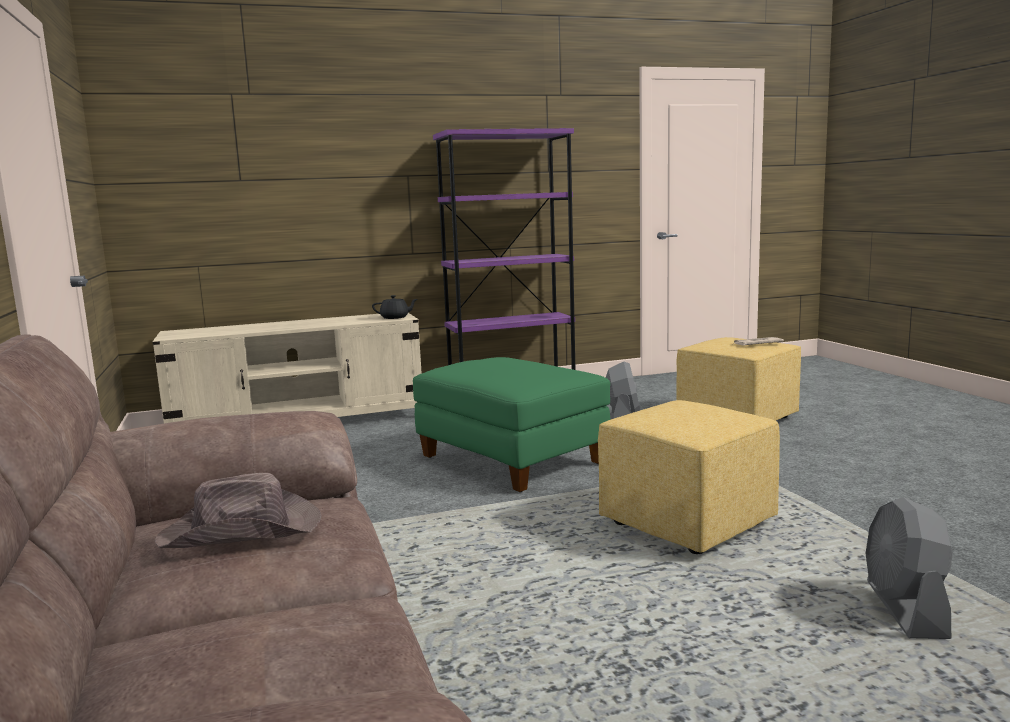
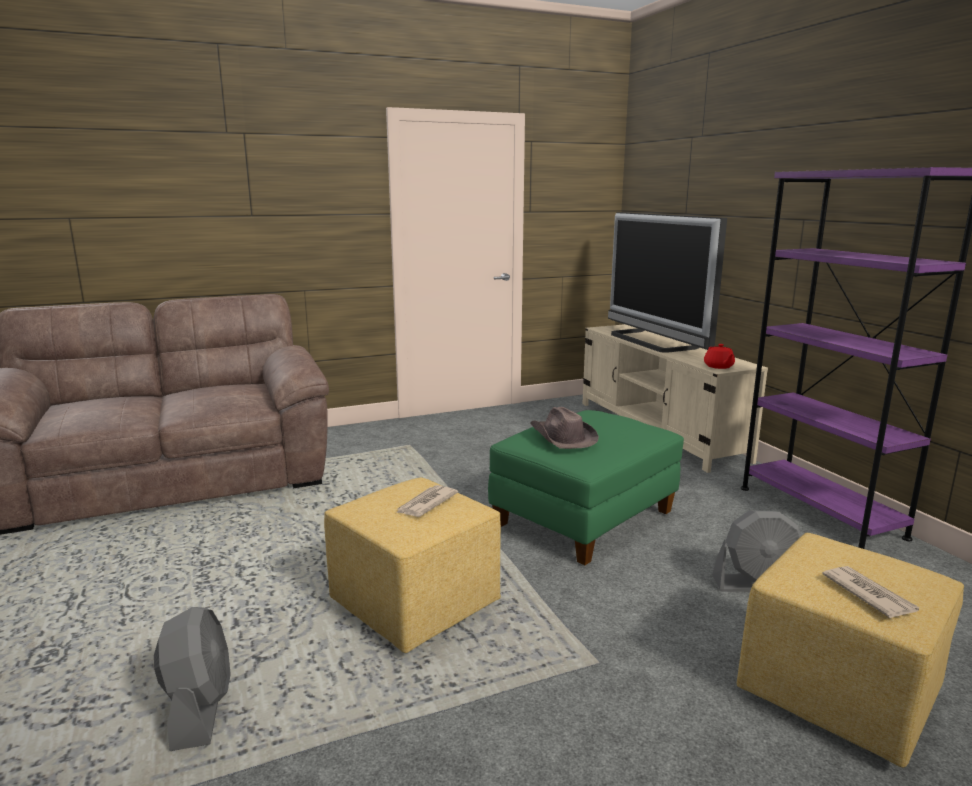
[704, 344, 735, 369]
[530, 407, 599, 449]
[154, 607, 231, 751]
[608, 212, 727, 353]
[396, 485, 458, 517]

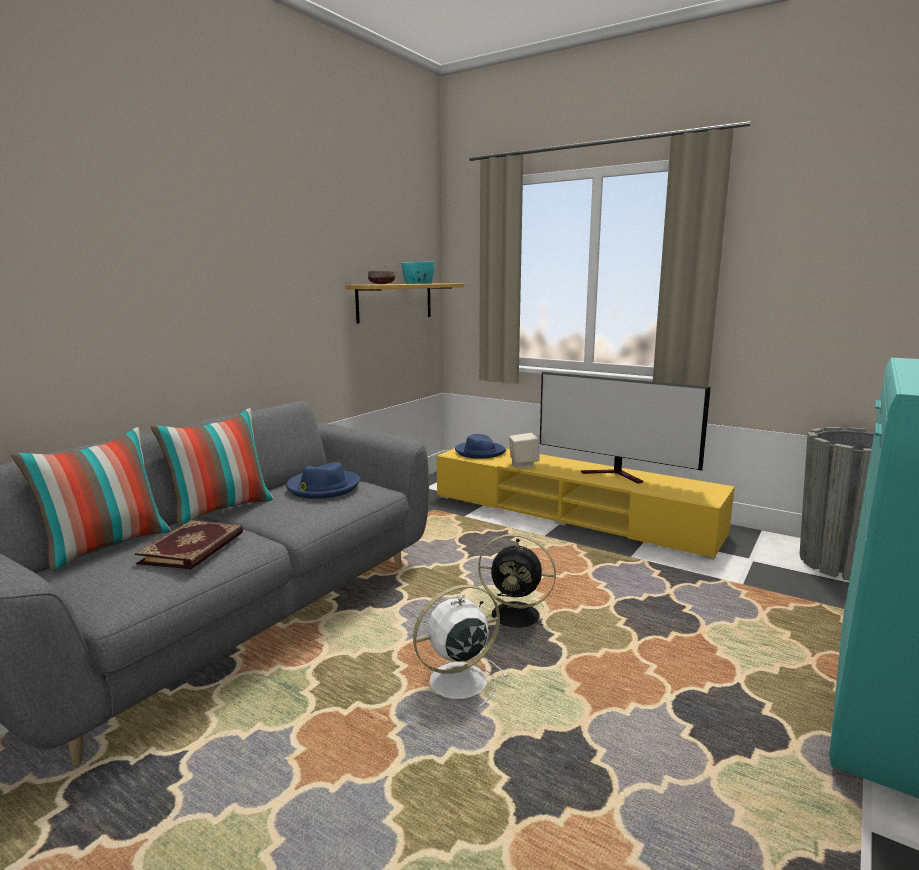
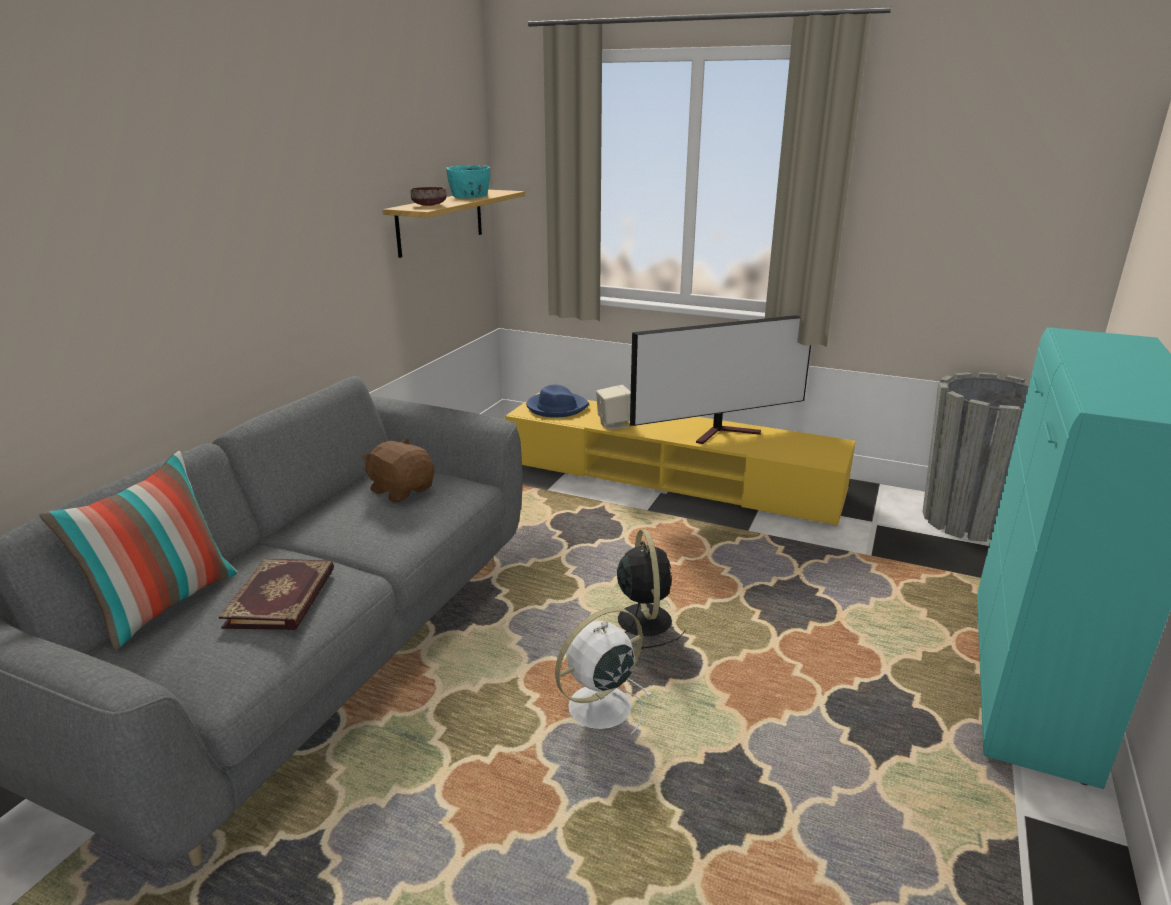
[630, 315, 811, 444]
[151, 408, 274, 527] (first image)
[361, 439, 434, 503]
[617, 530, 686, 650]

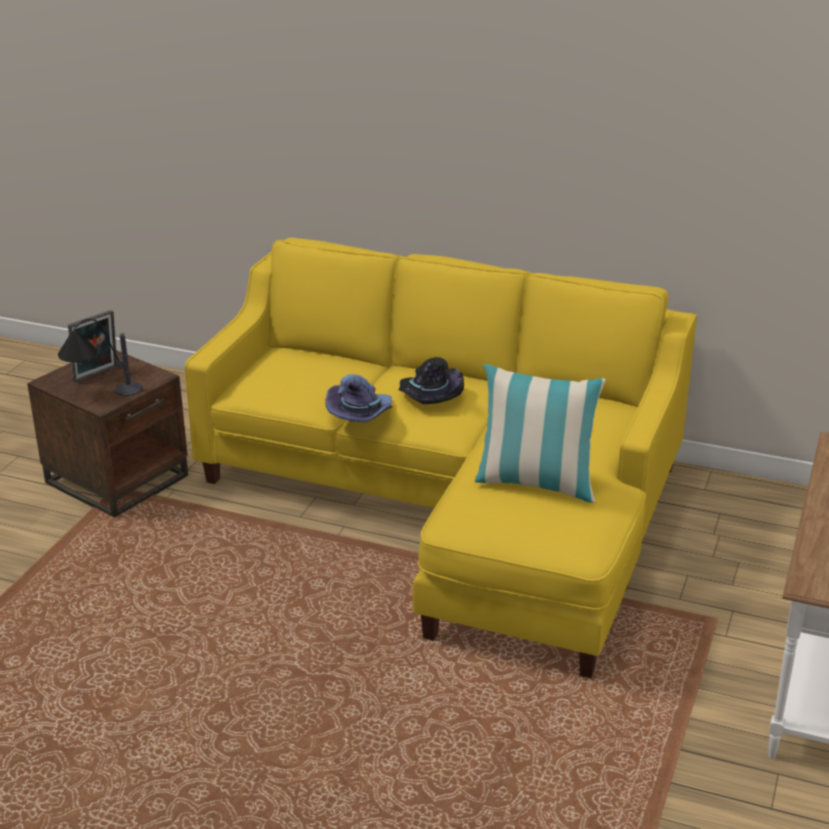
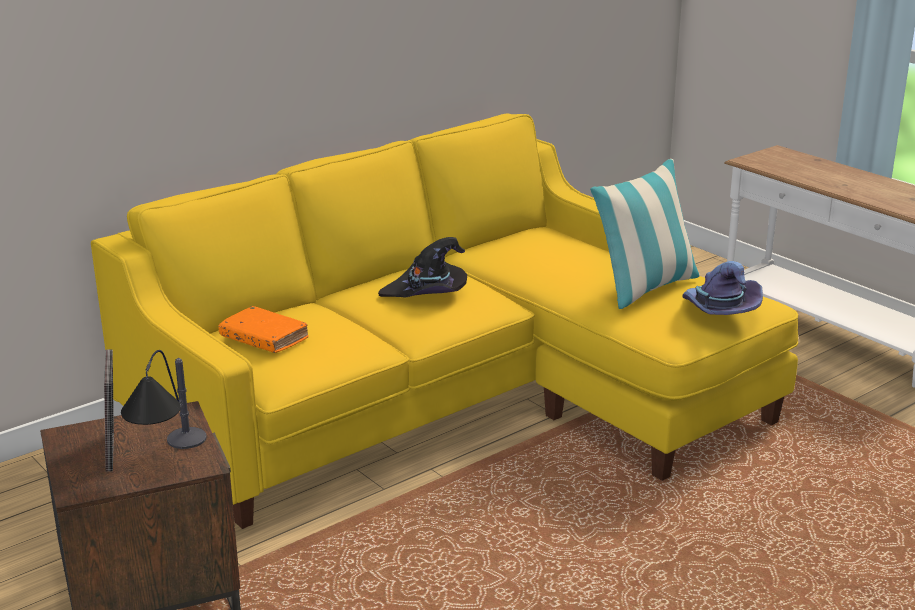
[682, 261, 763, 315]
[218, 306, 309, 353]

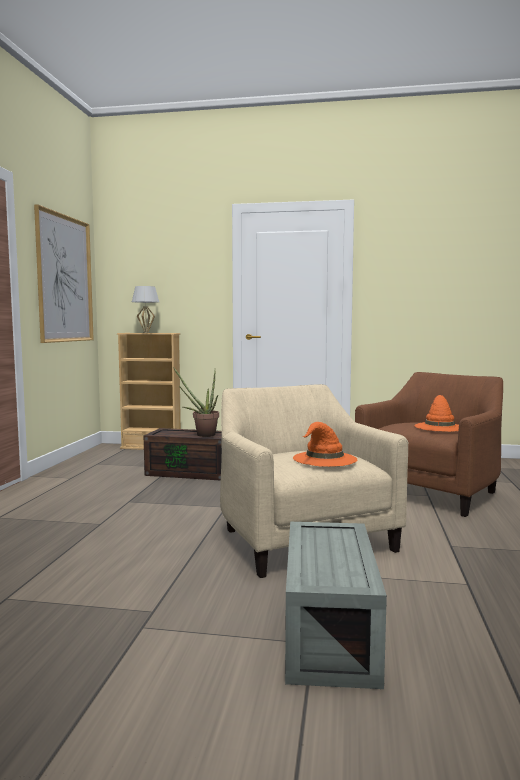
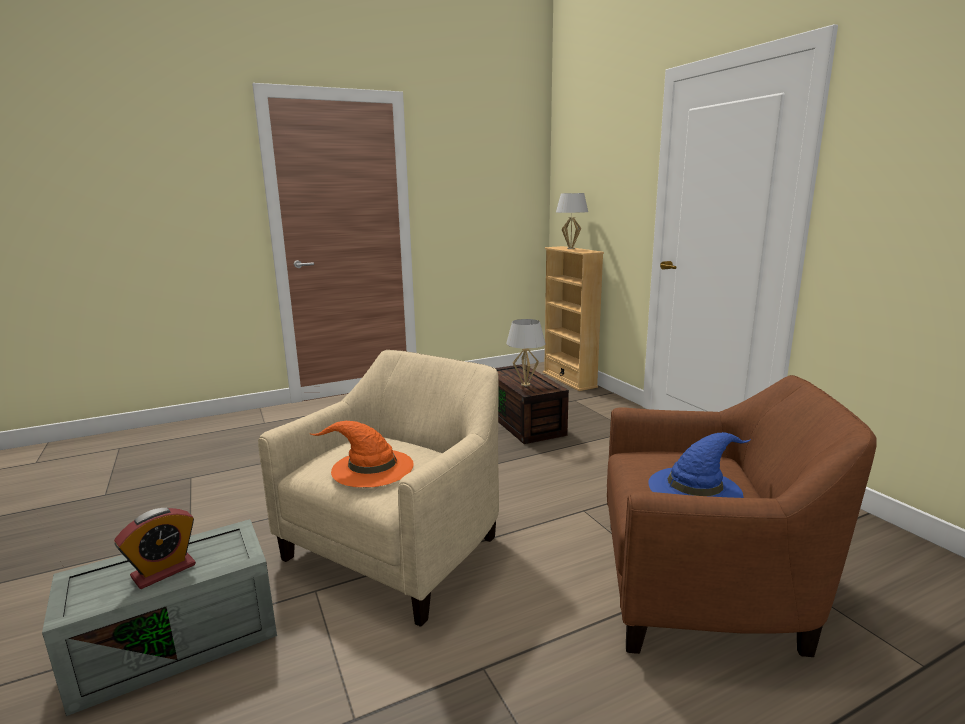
[34, 204, 94, 343] (first image)
[506, 319, 546, 386]
[648, 432, 751, 498]
[114, 508, 196, 589]

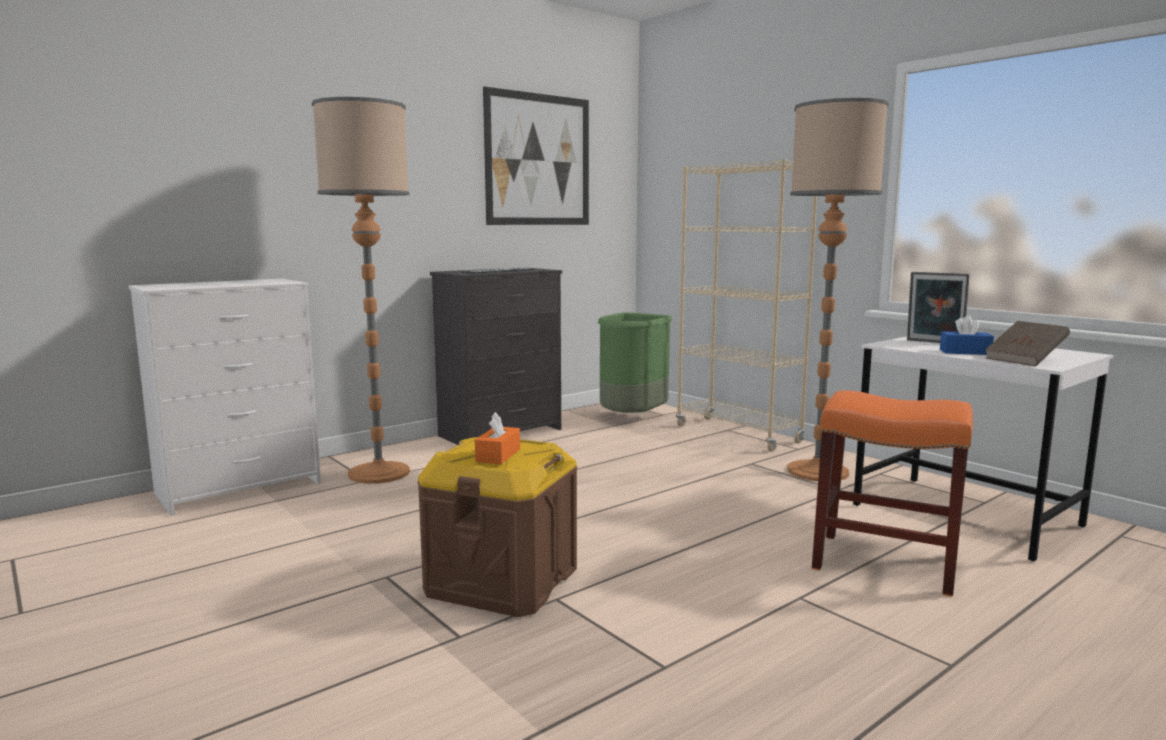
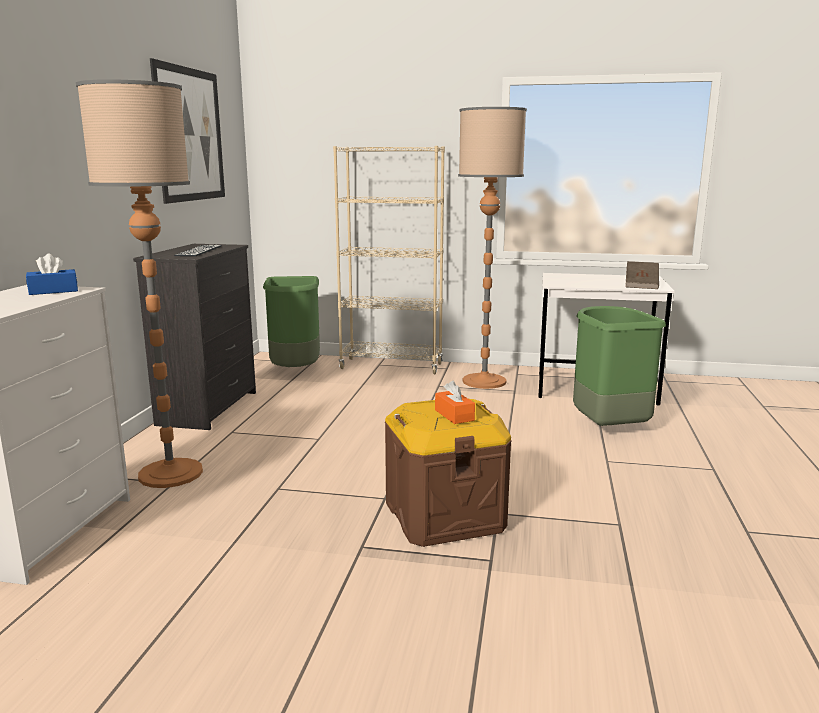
[907, 272, 970, 343] (first image)
[26, 254, 78, 295]
[573, 306, 666, 426]

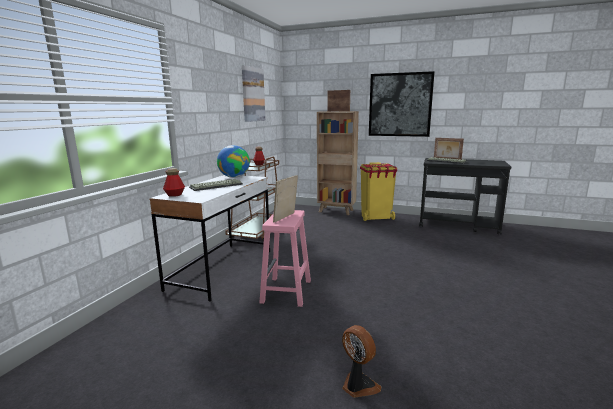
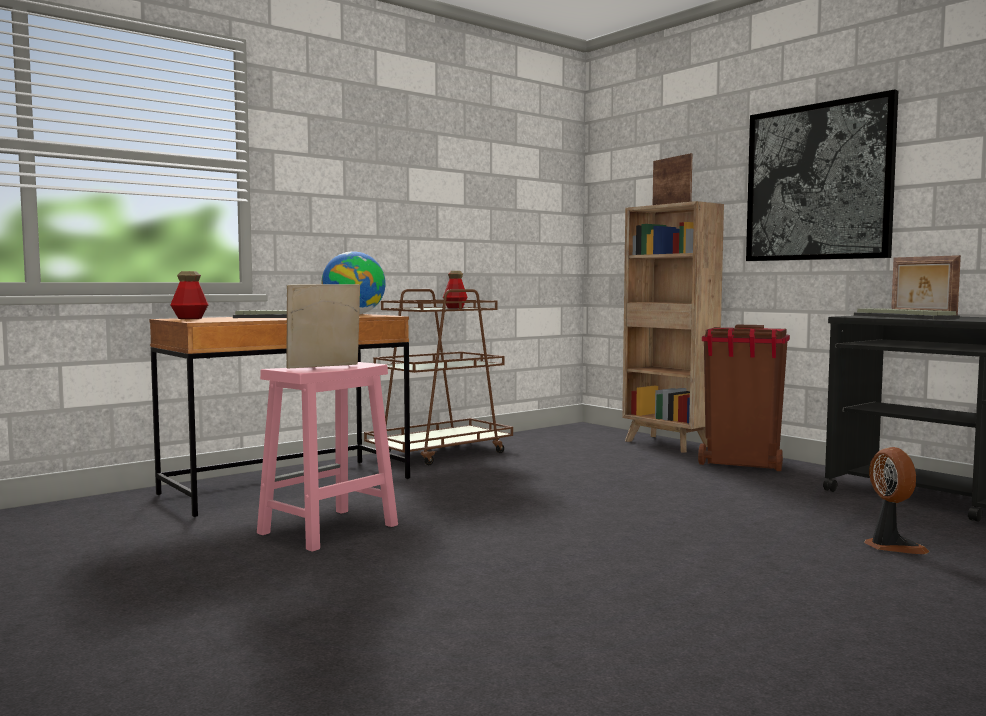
[242, 65, 265, 122] (first image)
[698, 324, 790, 471]
[149, 314, 410, 517]
[864, 447, 929, 554]

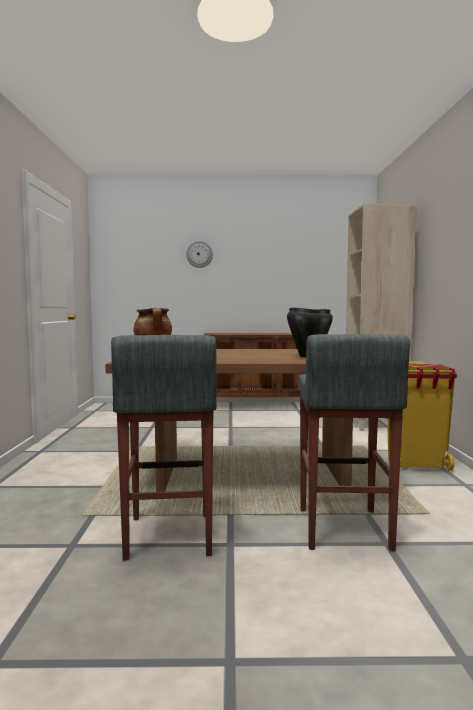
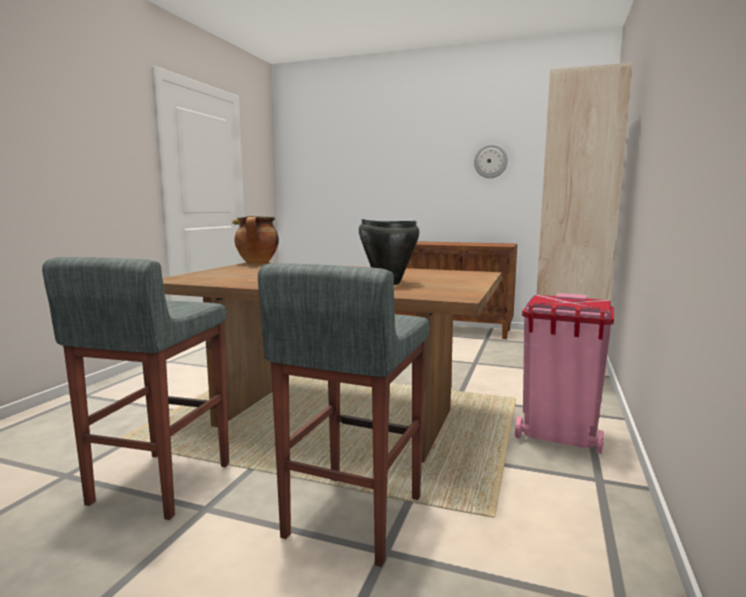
[474, 144, 508, 178]
[515, 293, 614, 454]

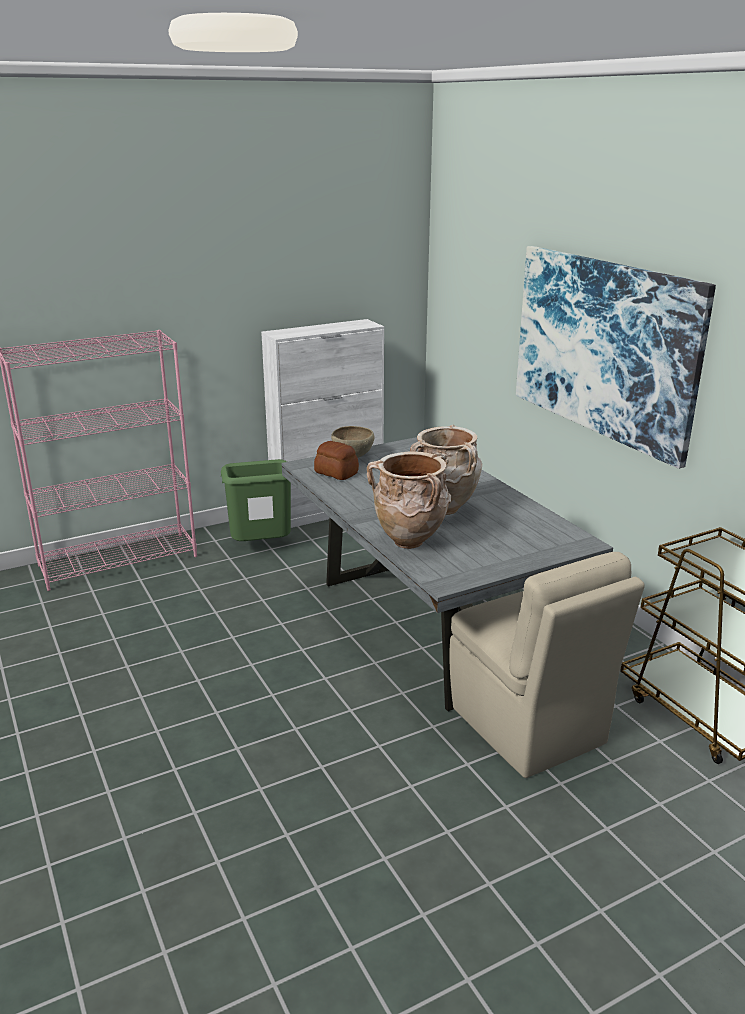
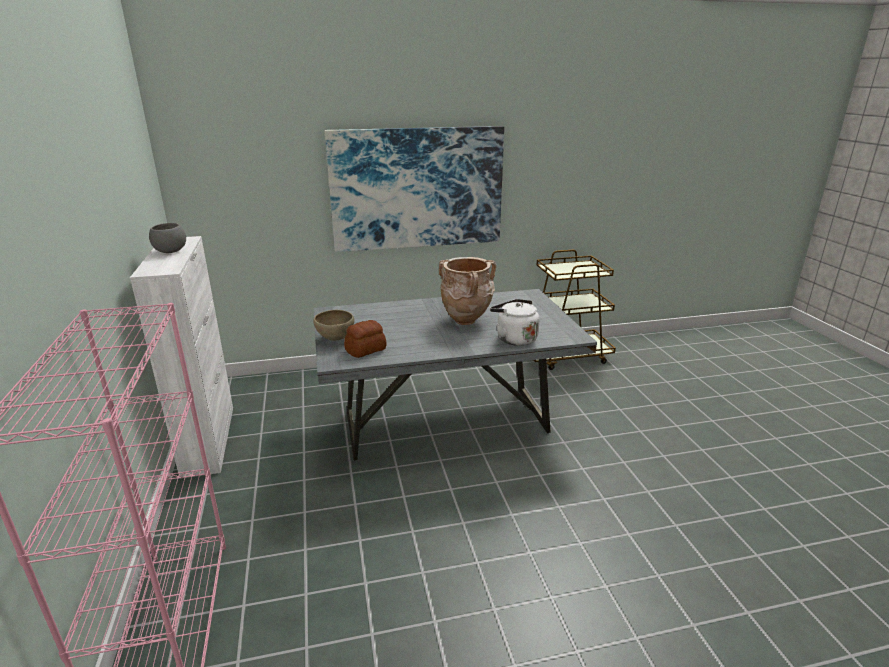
[490, 299, 540, 346]
[221, 459, 291, 541] (first image)
[450, 552, 645, 778] (first image)
[149, 223, 186, 253]

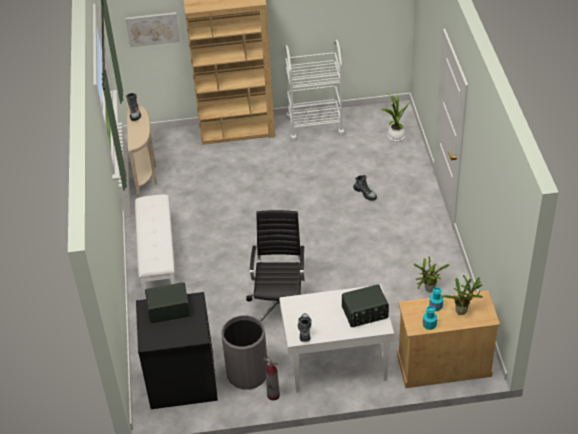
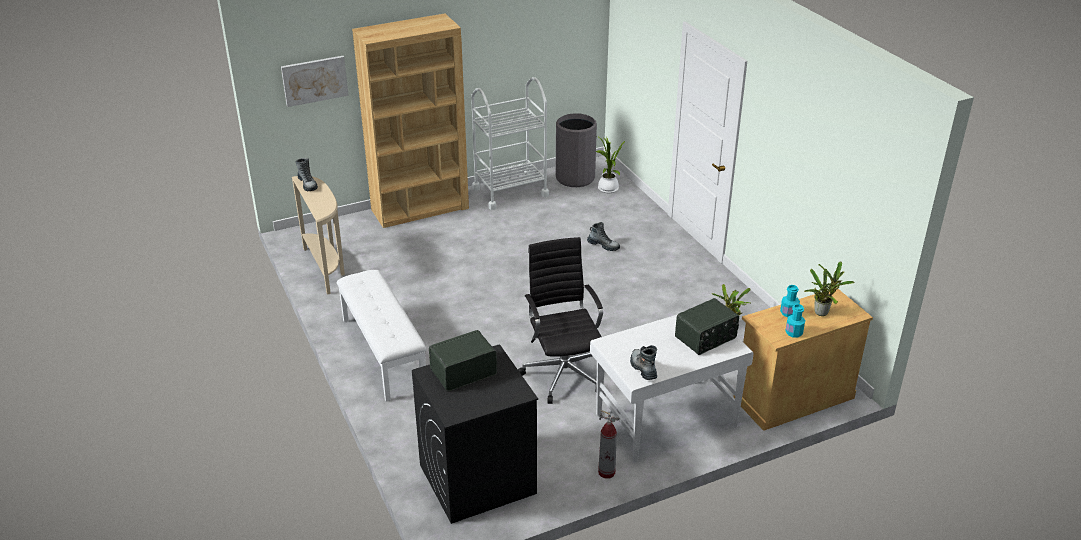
[556, 113, 597, 187]

